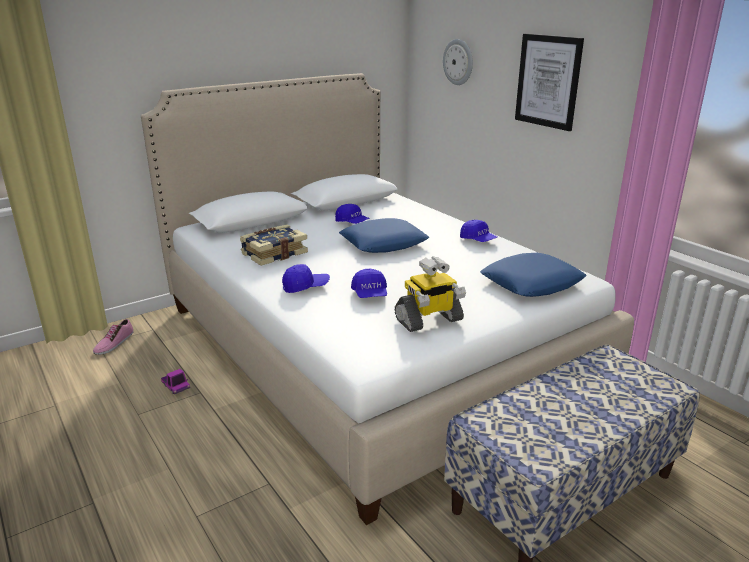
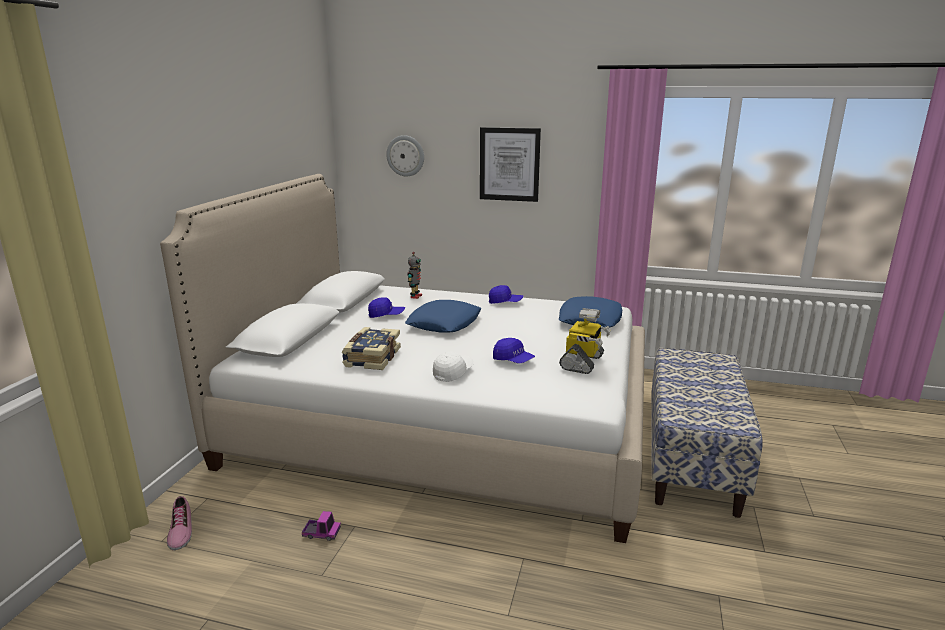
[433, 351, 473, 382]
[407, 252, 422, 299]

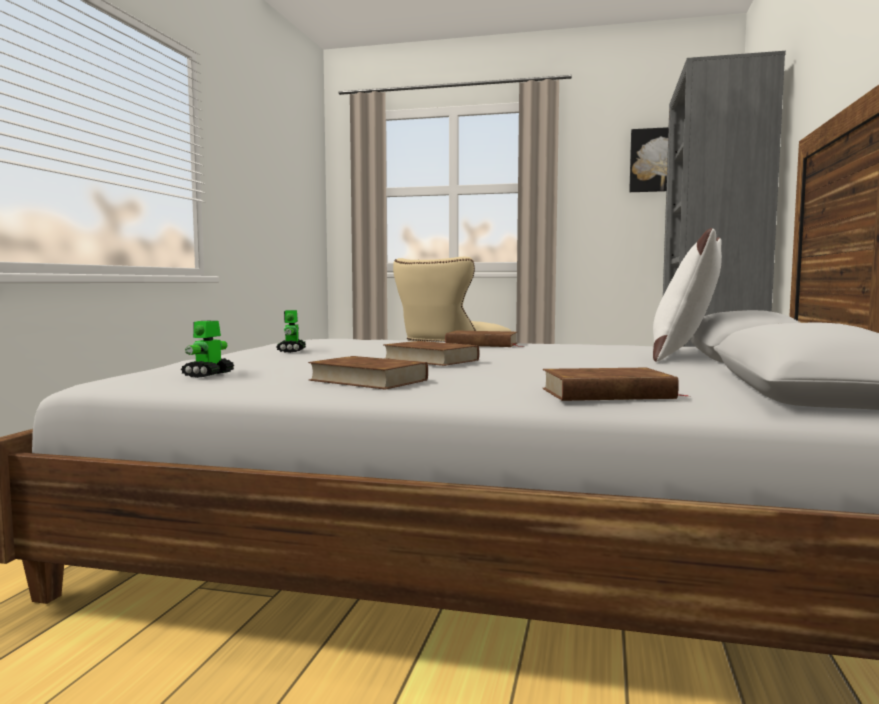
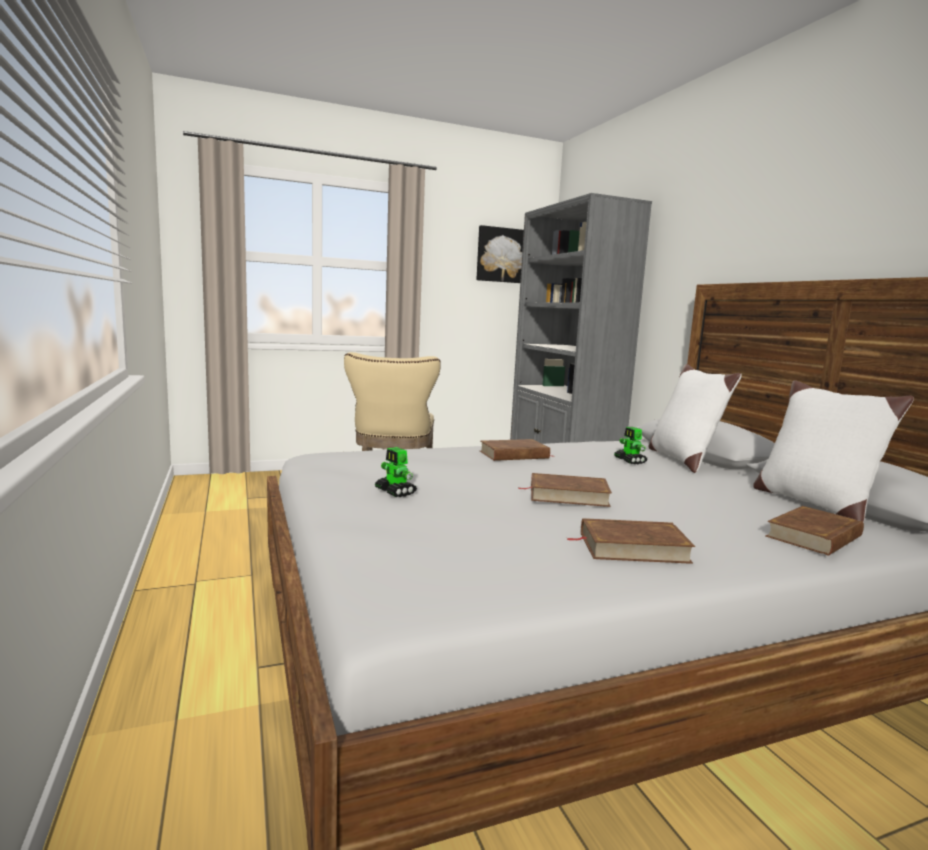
[614, 427, 648, 464]
[753, 380, 914, 523]

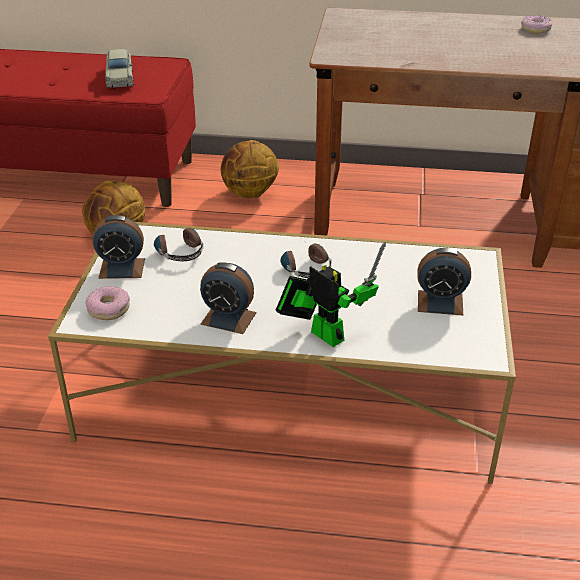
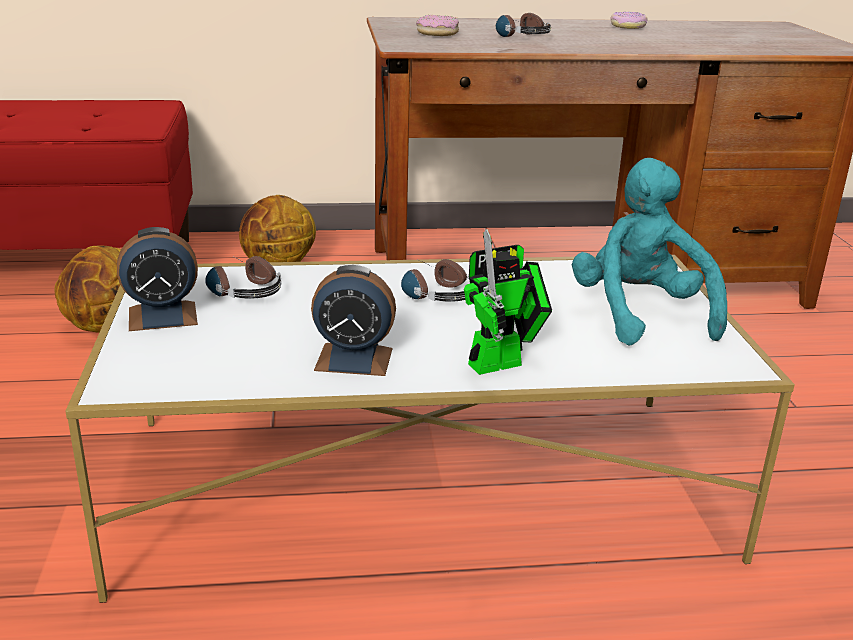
[105, 49, 134, 88] (first image)
[464, 229, 552, 375]
[572, 158, 727, 345]
[416, 15, 459, 36]
[496, 13, 551, 37]

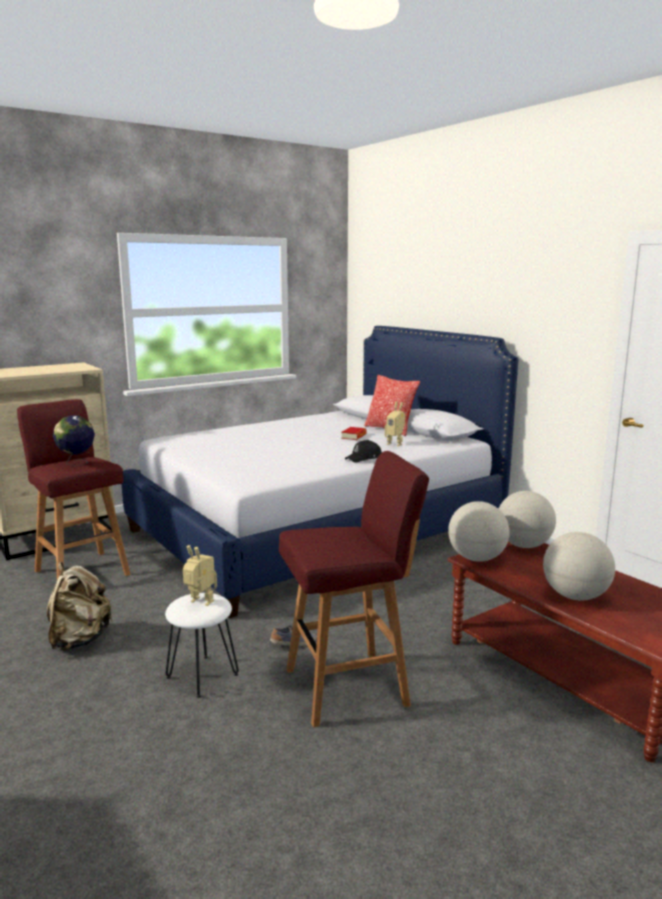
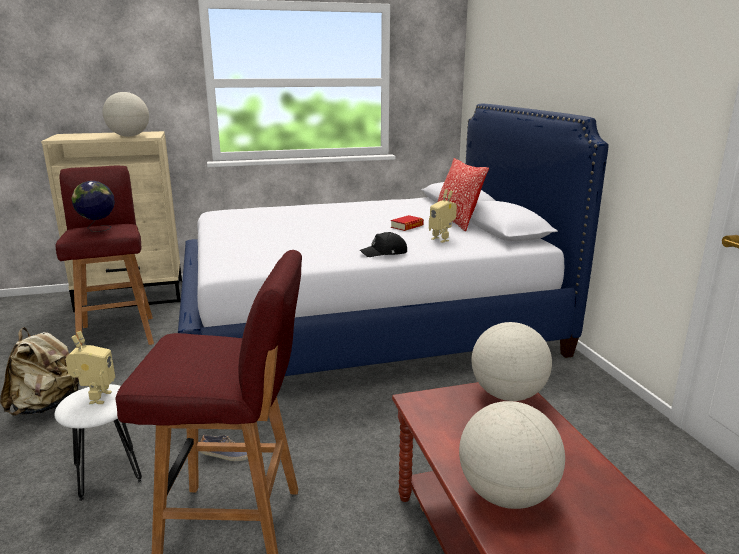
[103, 92, 149, 137]
[65, 331, 115, 404]

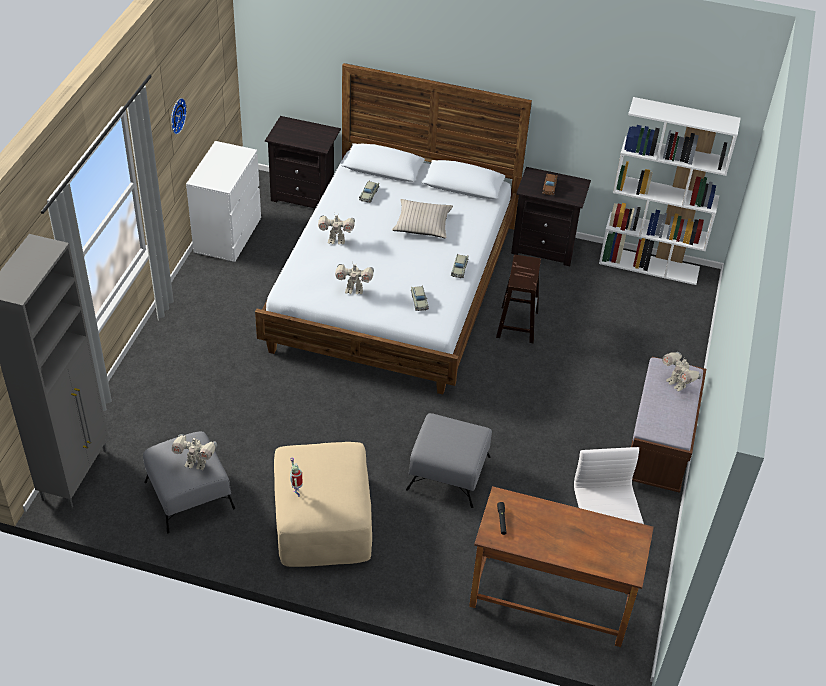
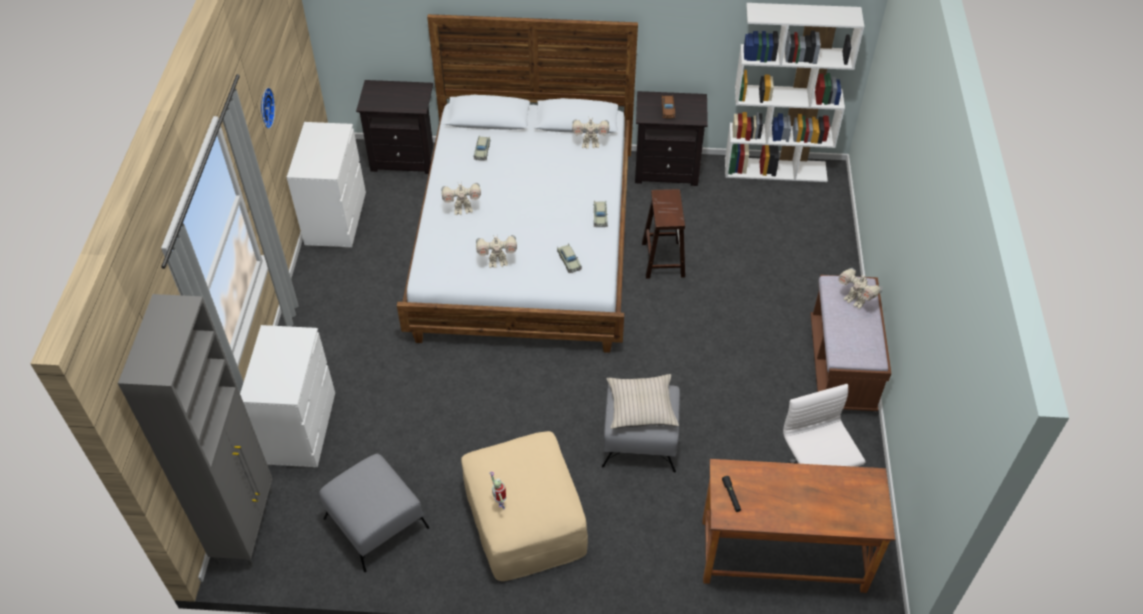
[607, 374, 679, 429]
[572, 116, 609, 149]
[240, 325, 335, 468]

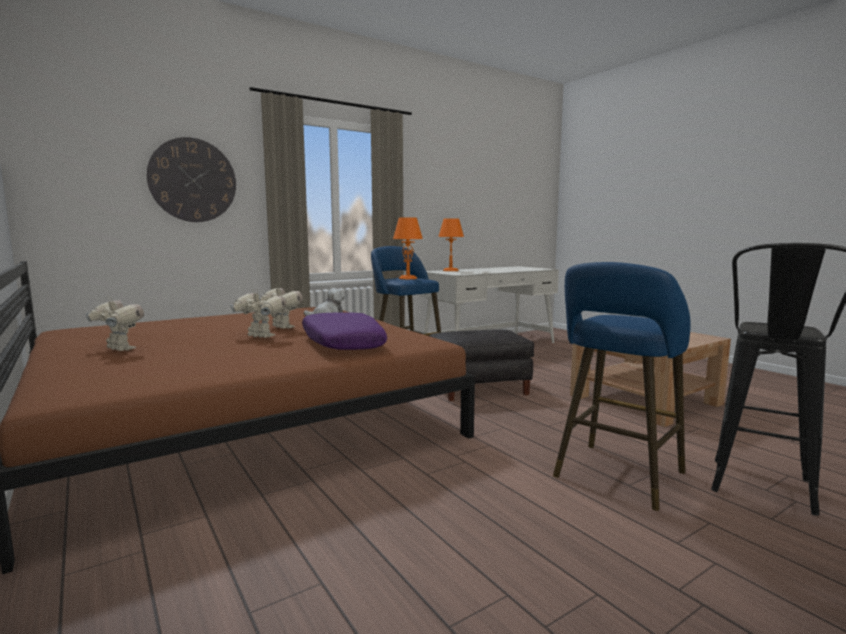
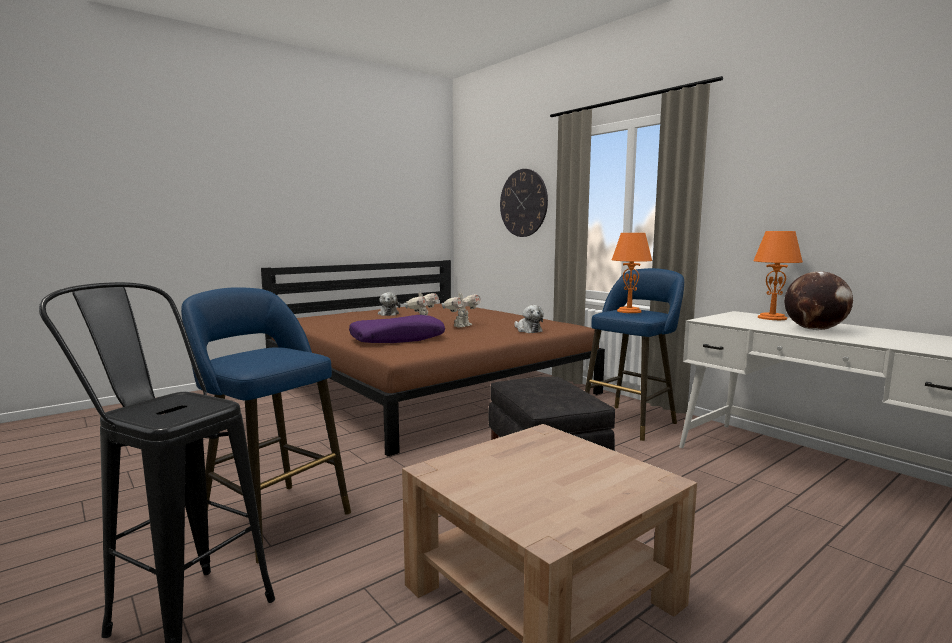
[378, 292, 401, 316]
[784, 271, 853, 330]

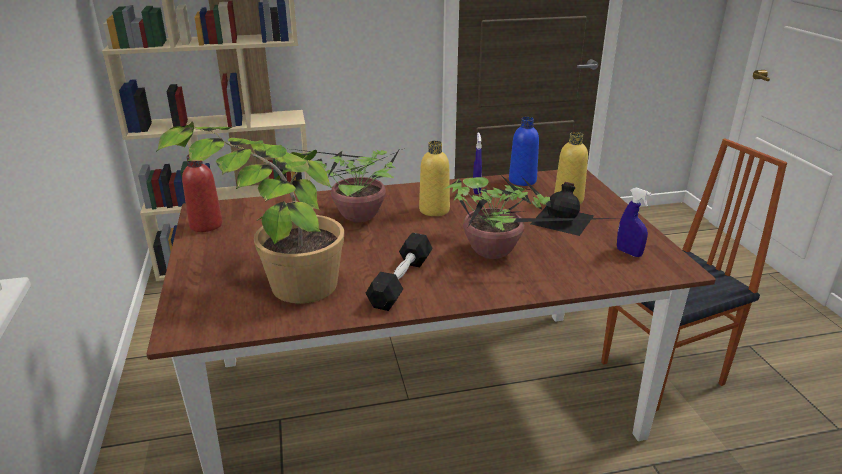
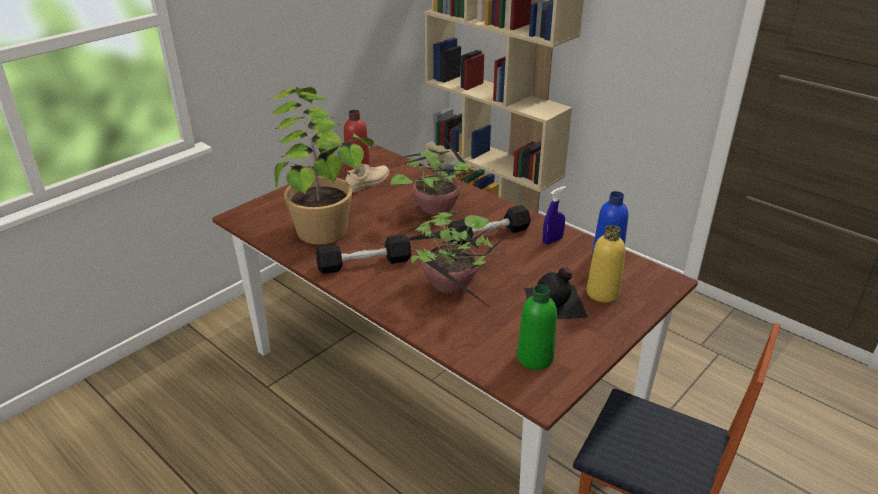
[448, 205, 531, 245]
[517, 285, 557, 370]
[345, 164, 389, 192]

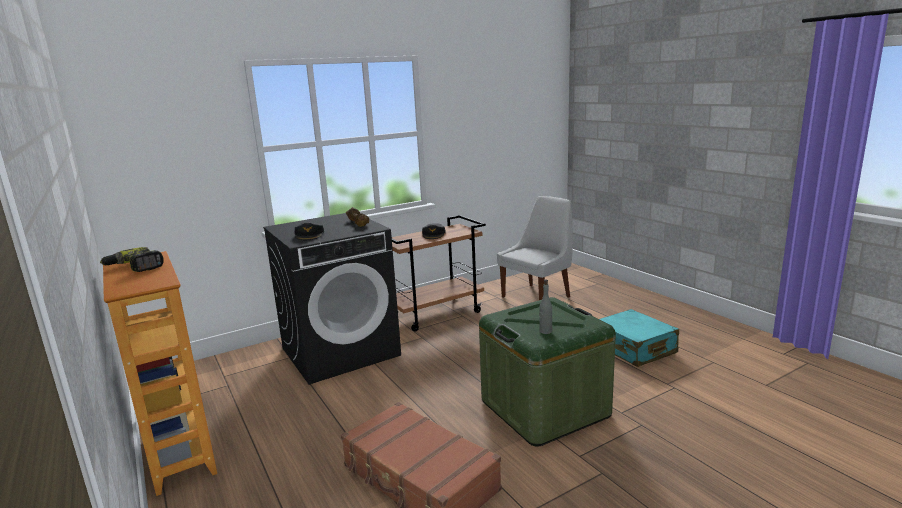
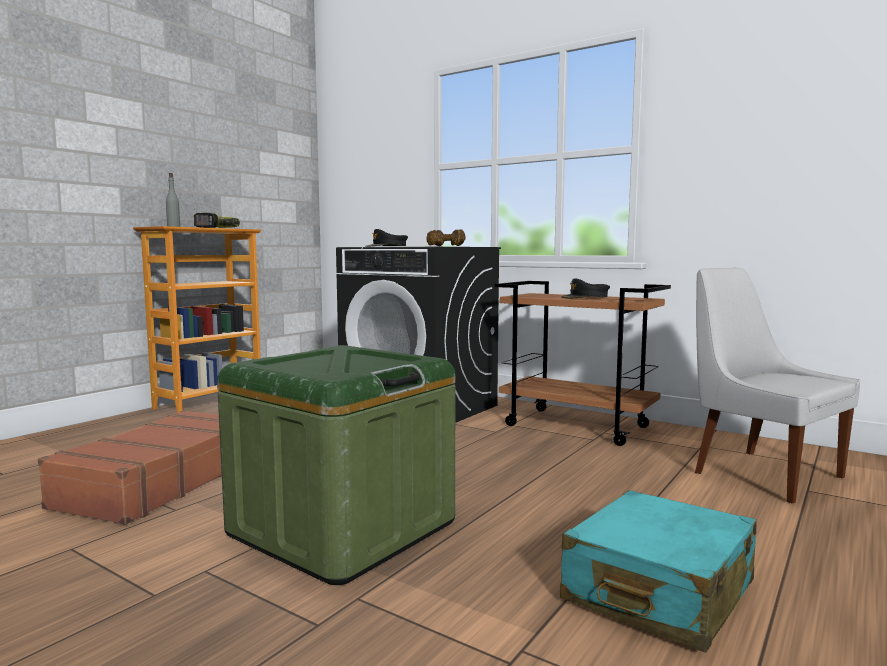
[695, 268, 860, 504]
[166, 173, 180, 227]

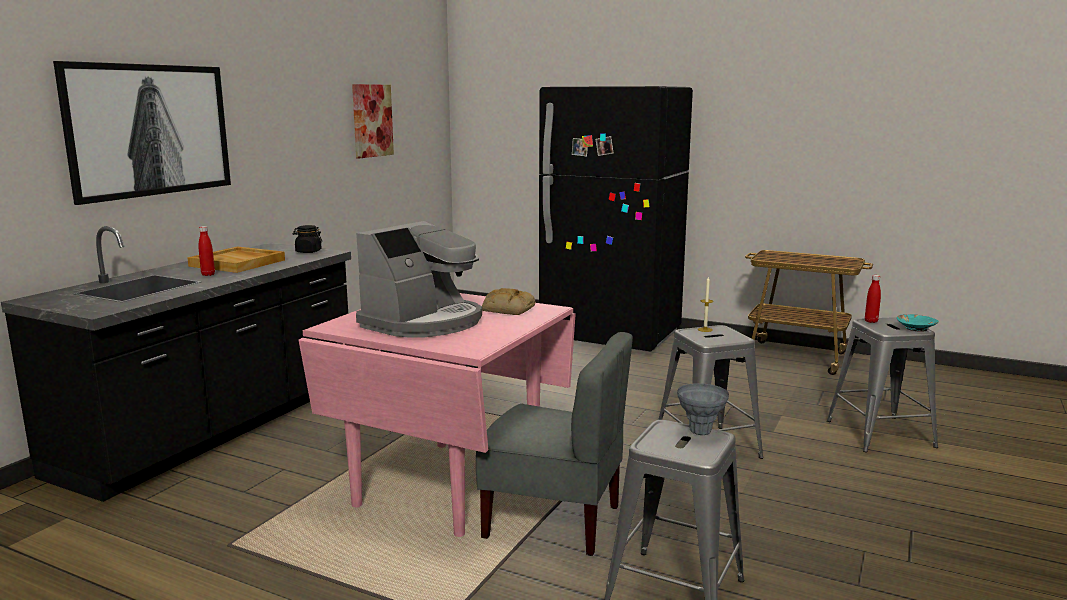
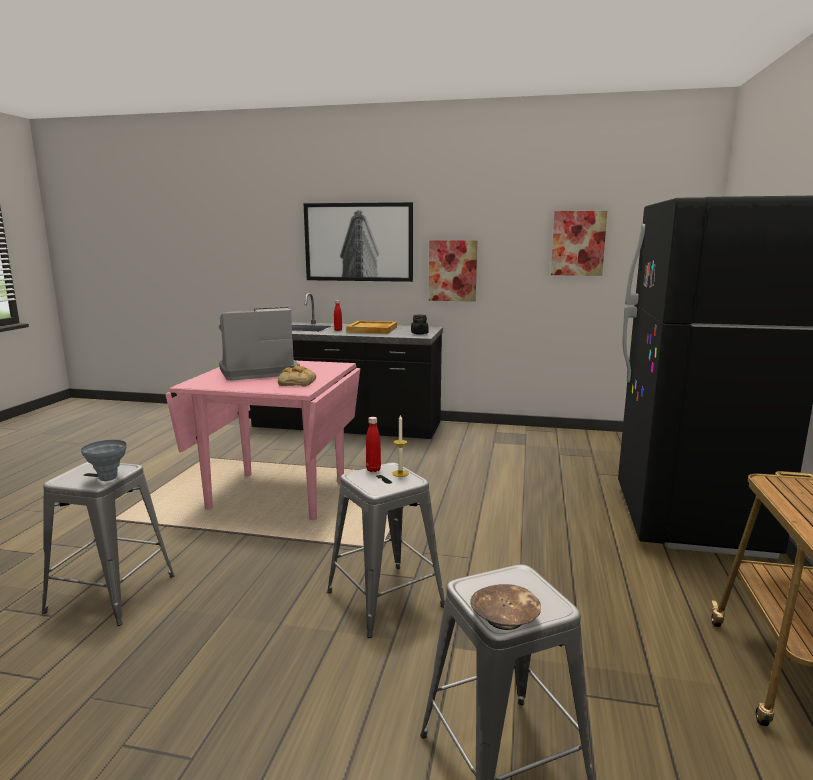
[219, 307, 300, 381]
[366, 417, 381, 472]
[470, 584, 541, 630]
[476, 332, 633, 556] (first image)
[429, 240, 477, 302]

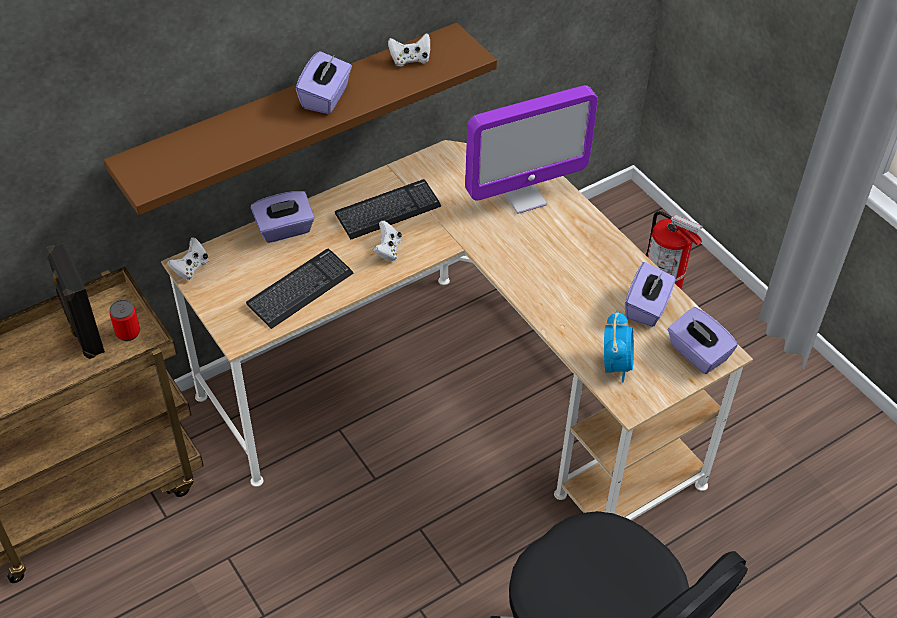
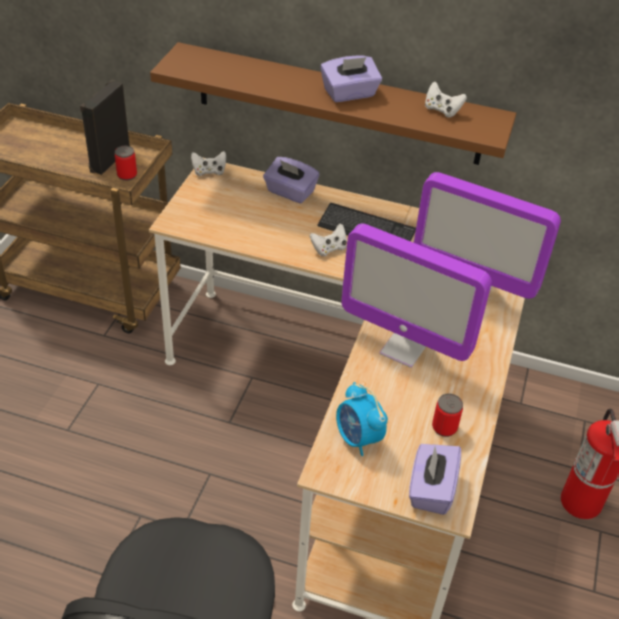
[246, 249, 354, 329] (first image)
[432, 393, 463, 437]
[336, 382, 388, 456]
[341, 224, 492, 368]

